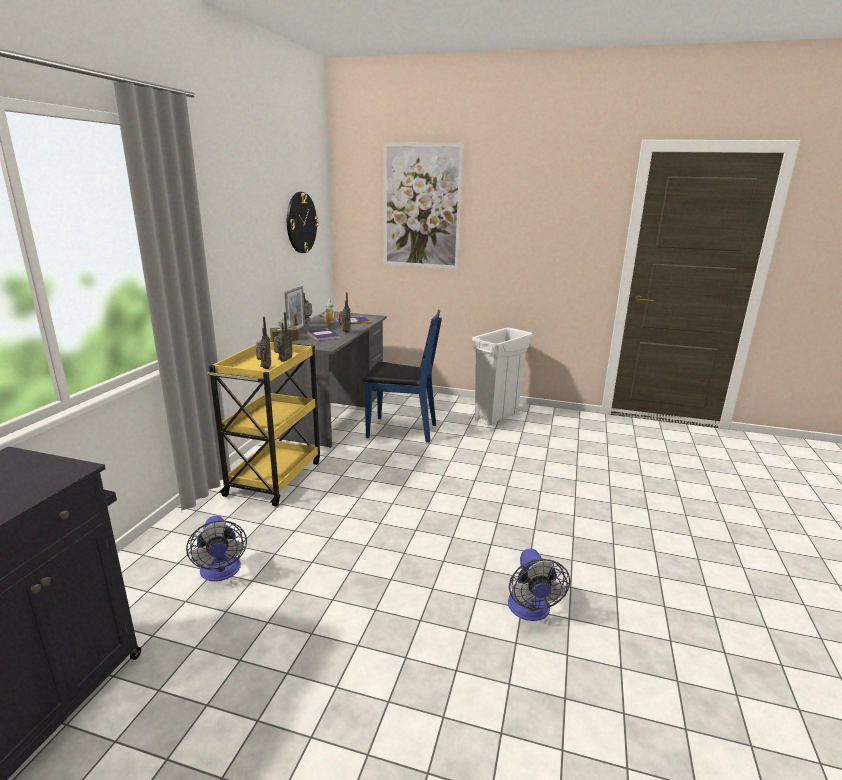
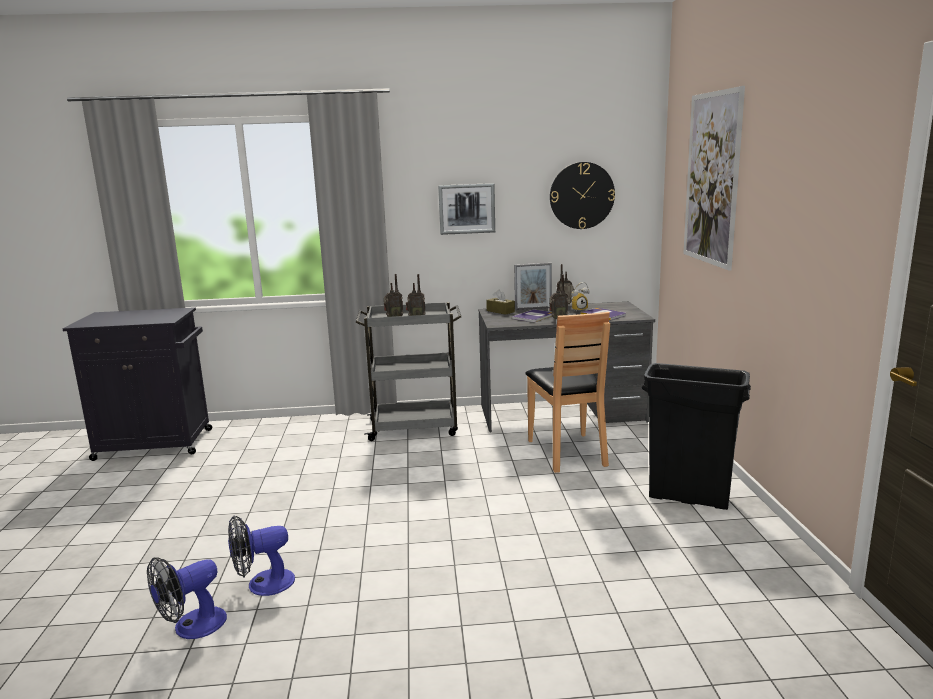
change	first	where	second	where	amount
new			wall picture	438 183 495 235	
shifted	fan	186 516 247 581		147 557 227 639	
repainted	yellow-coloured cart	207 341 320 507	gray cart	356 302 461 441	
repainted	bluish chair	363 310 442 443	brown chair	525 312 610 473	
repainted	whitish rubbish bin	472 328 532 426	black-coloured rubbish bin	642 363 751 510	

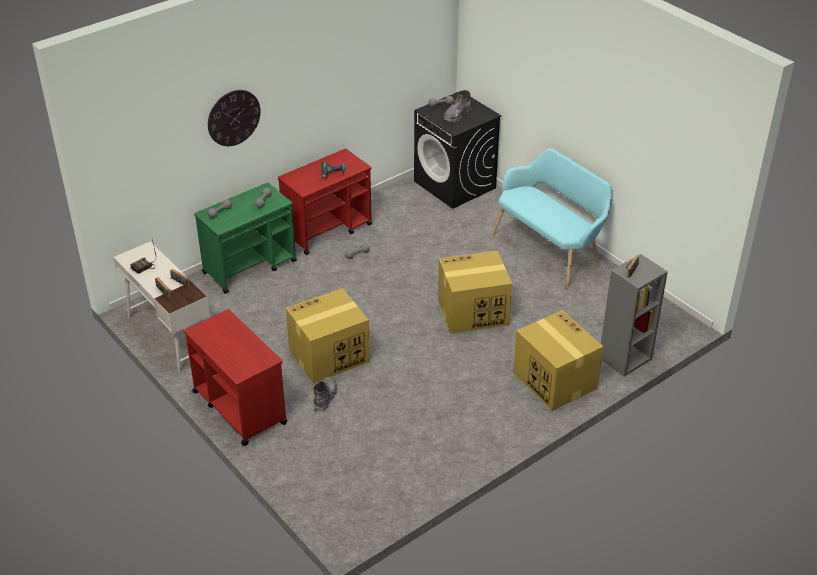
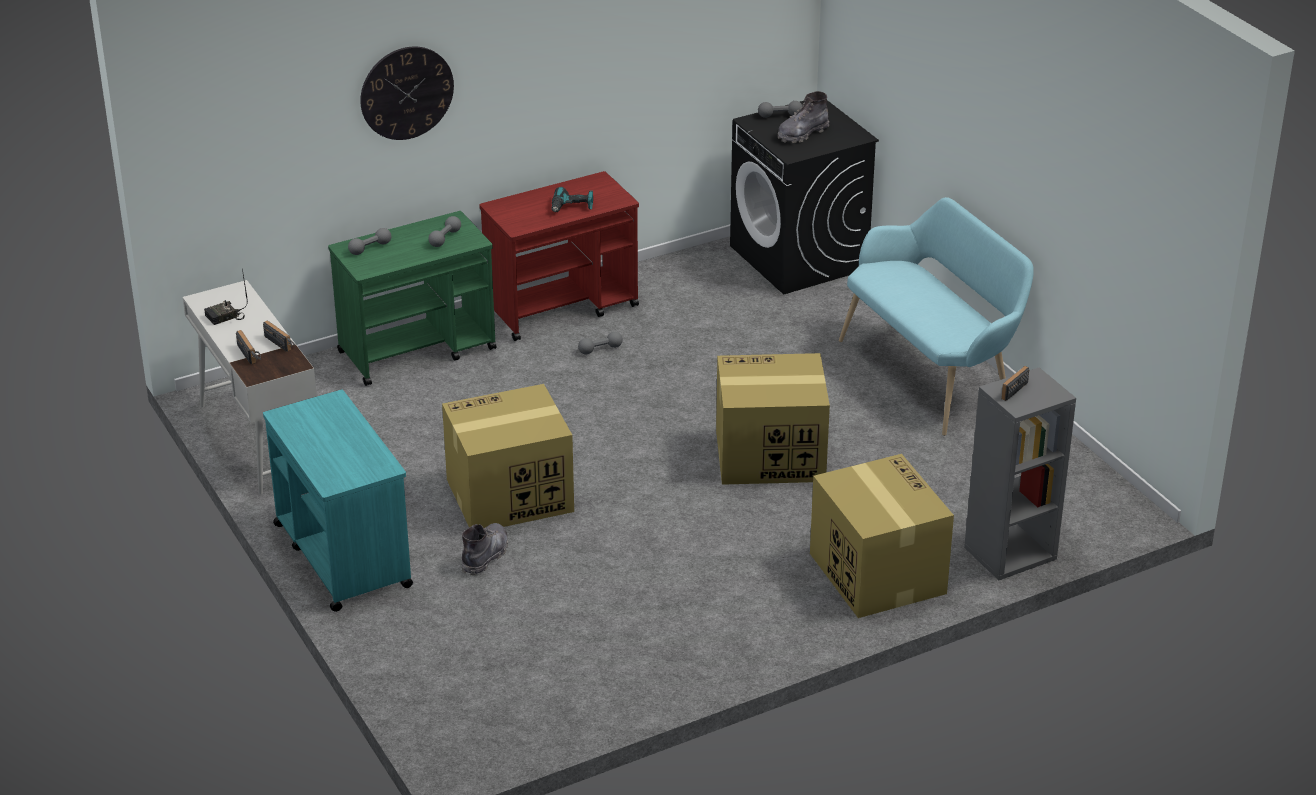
change	first	where	second	where	amount
repainted	red-coloured cart	184 309 287 446	turquoise cart	263 390 413 612	

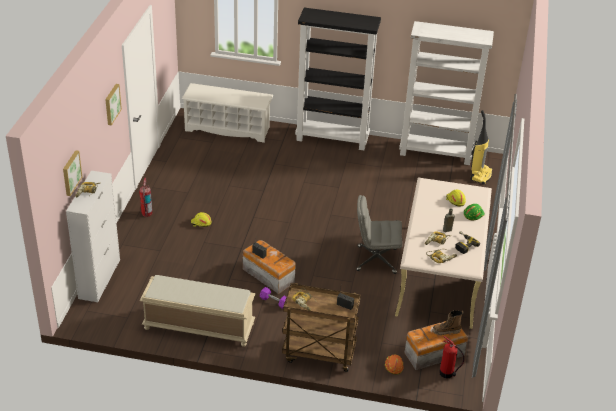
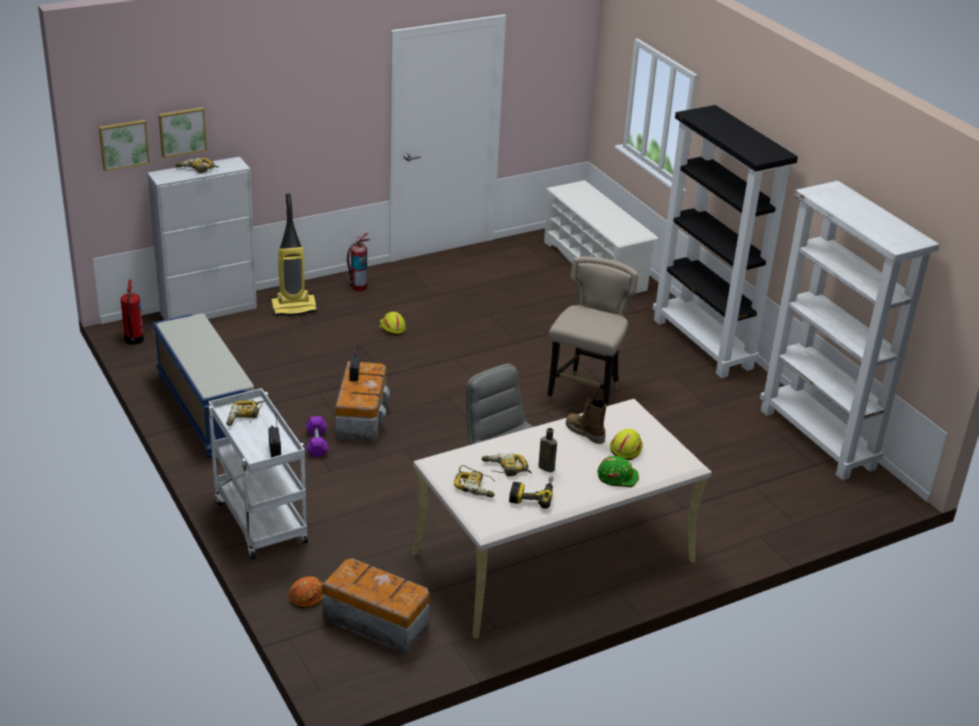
change	first	where	second	where	amount
new			beige sitting stool	547 256 638 406	
shifted	wall picture	105 84 122 126		99 120 150 171	
shifted	boot	433 310 463 335		566 399 607 444	
shifted	extinguisher	439 336 464 378		120 279 144 345	
shifted	hoover	470 110 493 185		271 193 318 316	
repainted	beige bench	140 275 256 347	bluish bench	152 313 255 458	
repainted	brown cart	282 283 361 372	whitish cart	208 388 308 559	

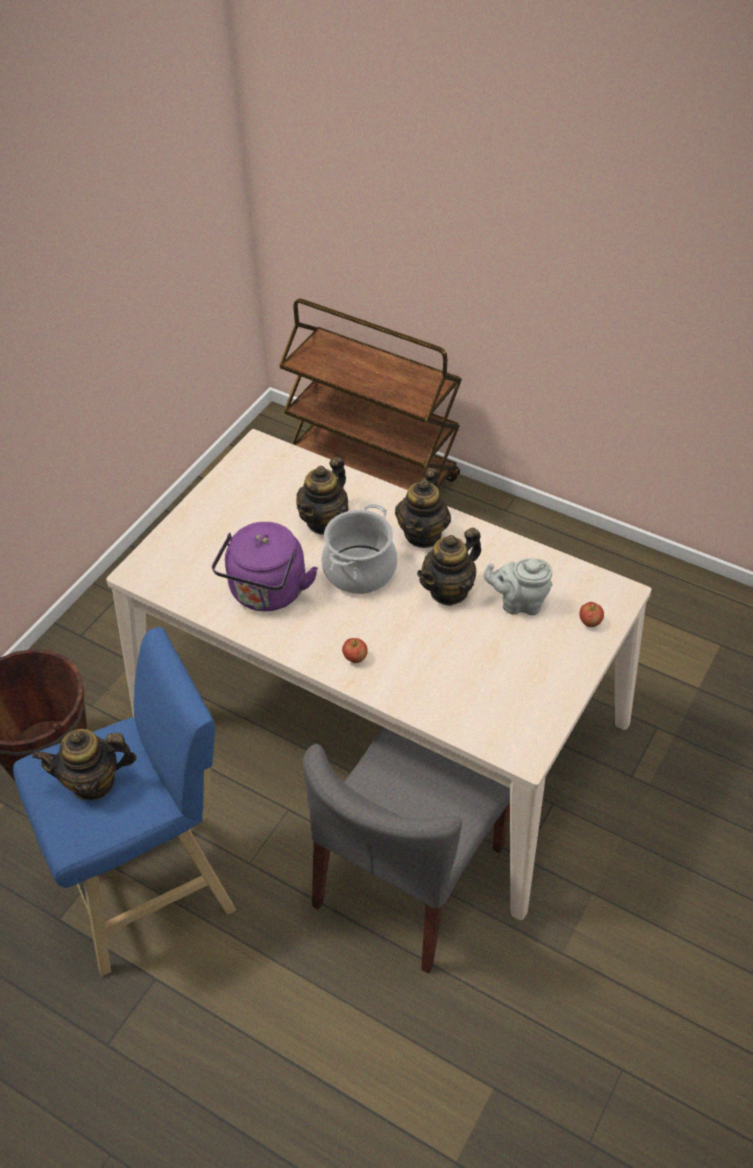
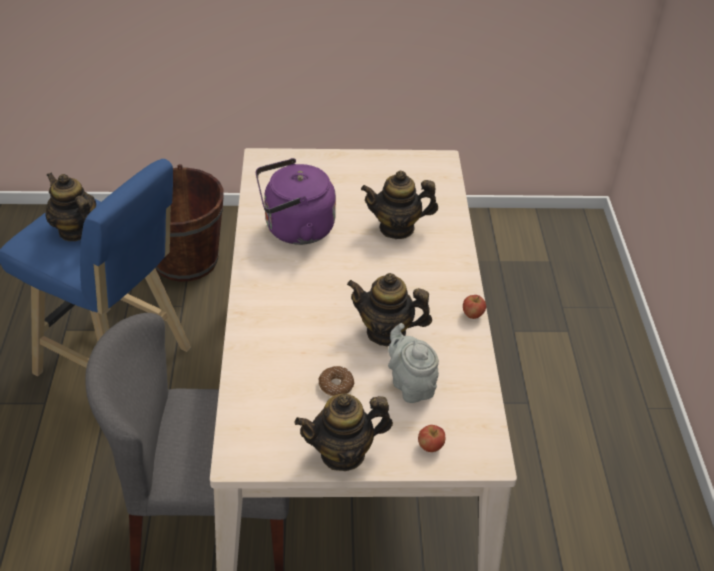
change	first	where	second	where	amount
gone	brown cart	279 298 462 490			
gone	cooking pot	321 504 398 594			
new			ring doughnut	319 366 354 396	
shifted	apple	342 638 368 663		463 295 486 319	
shifted	pot for tea	395 468 451 548		295 394 393 471	

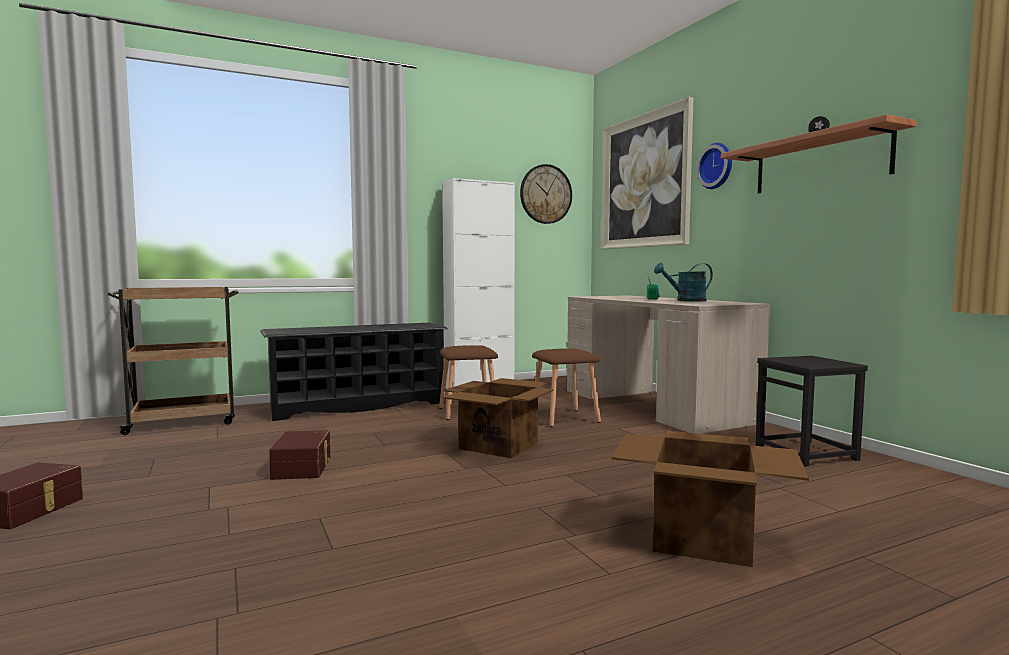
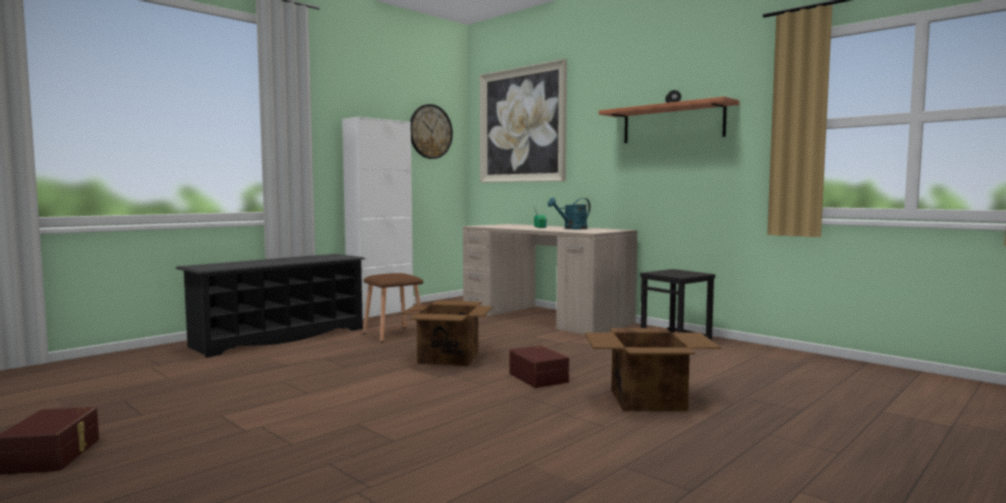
change	first	where	second	where	amount
gone	brown cart	107 287 239 435			
gone	brown sitting stool	532 348 601 427			
gone	hanging clock	696 143 732 189			
shifted	brown storage bin	269 430 330 480		509 345 569 388	

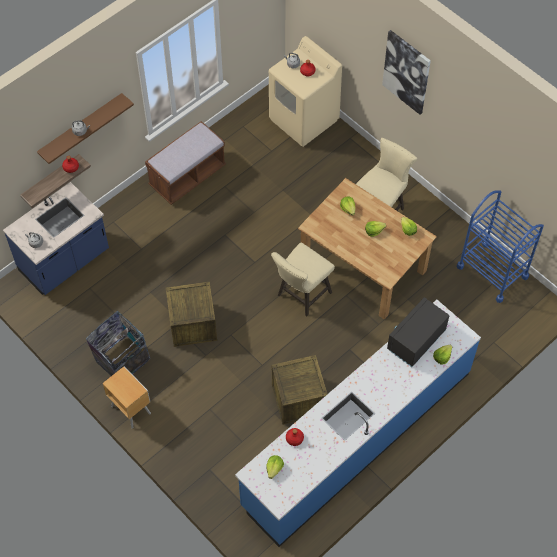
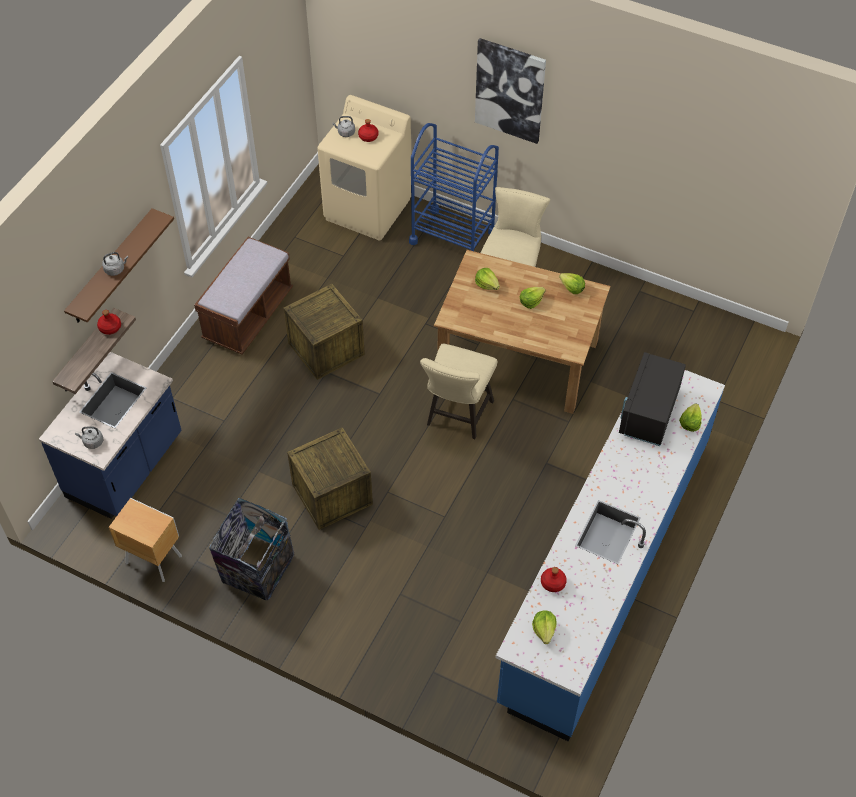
change	first	where	second	where	amount
shifted	brown night table	103 366 151 429		109 498 182 582	
shifted	crate	272 355 327 424		284 284 365 380	
shifted	bluish cart	456 190 544 303		409 123 499 251	

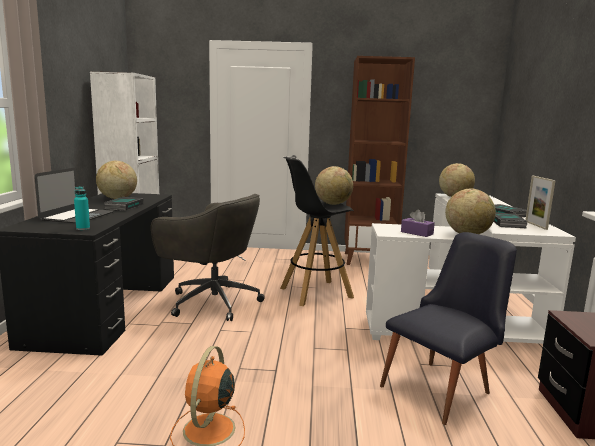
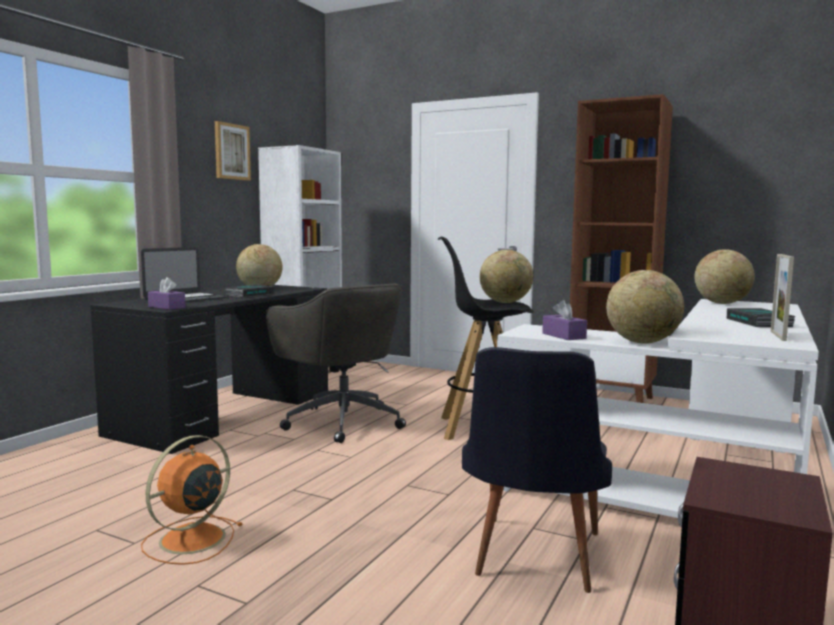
change	first	where	second	where	amount
gone	volume	494 212 528 228			
new			wall picture	215 121 251 181	
swapped	turquoise beverage bottle	74 186 90 230	purplish box of tissues	148 277 186 310	
rotated	black-coloured chair	380 232 517 425		462 347 612 593	120 degrees clockwise

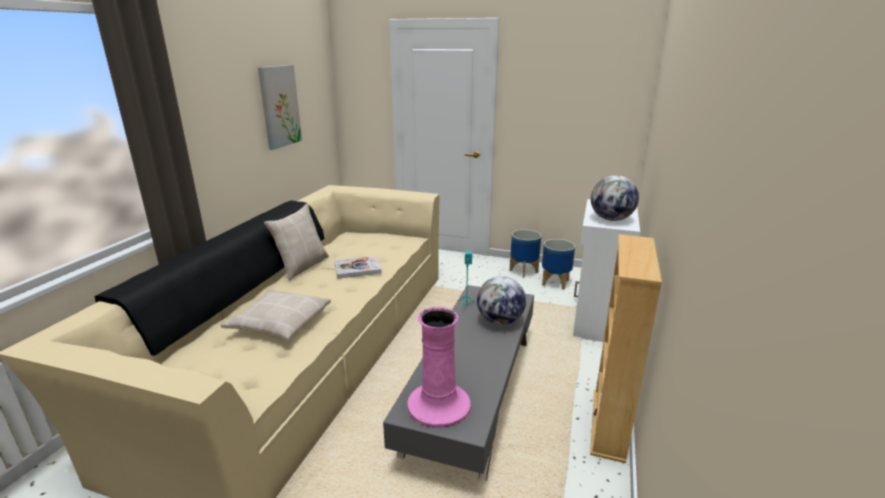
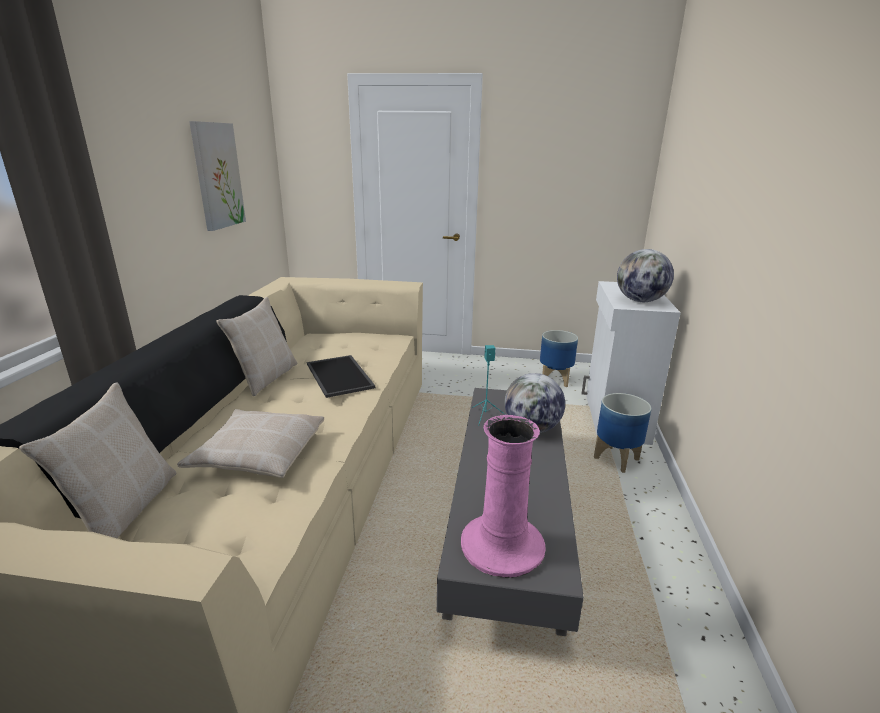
change	first	where	second	where	amount
gone	beige bookcase	590 234 662 463			
new			beige throw pillow	19 382 177 538	
shifted	plant pot	509 229 541 278		594 393 651 473	
swapped	volume	334 256 382 279	serving tray	307 355 375 398	

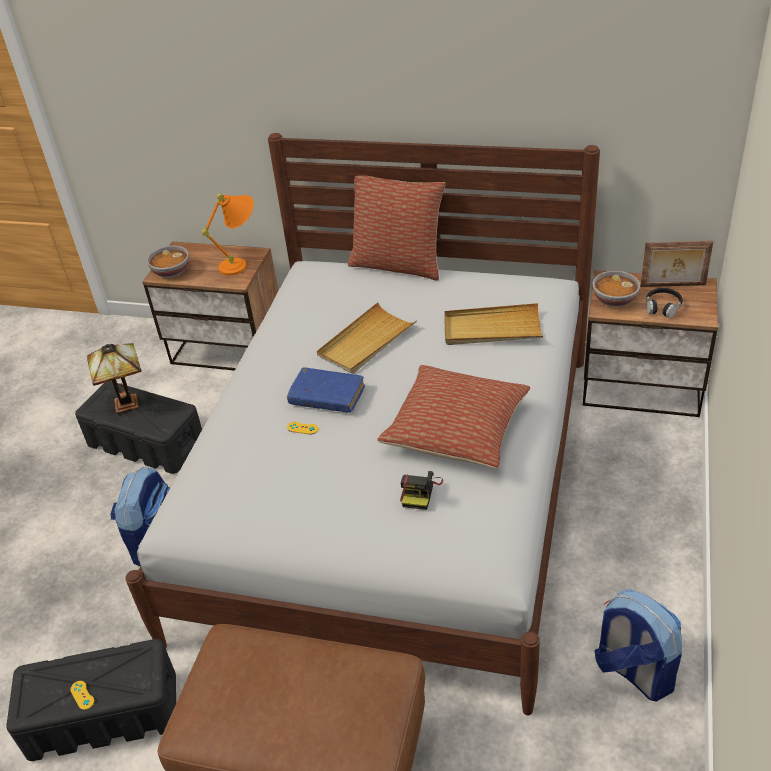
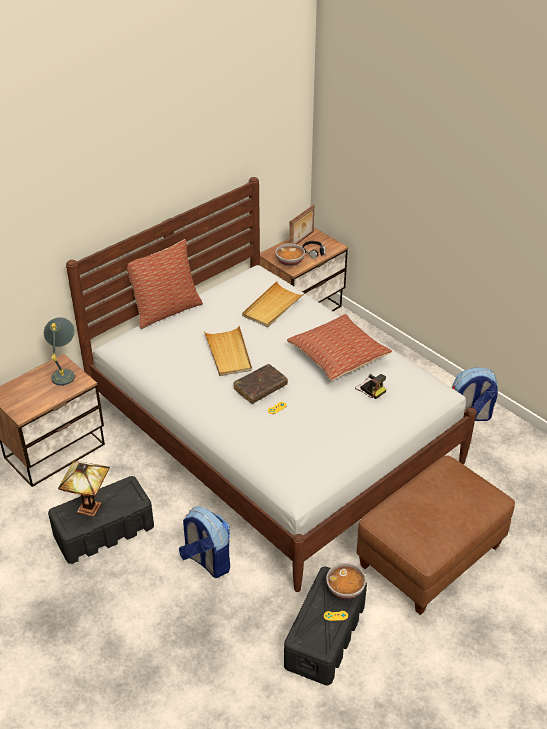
change	first	where	second	where	amount
shifted	bowl	147 246 189 278		326 563 366 599	
repainted	orange-coloured lamp for a table	202 193 254 276	gray lamp for a table	44 317 75 386	
repainted	bluish volume	287 367 365 413	brown volume	233 364 288 404	

